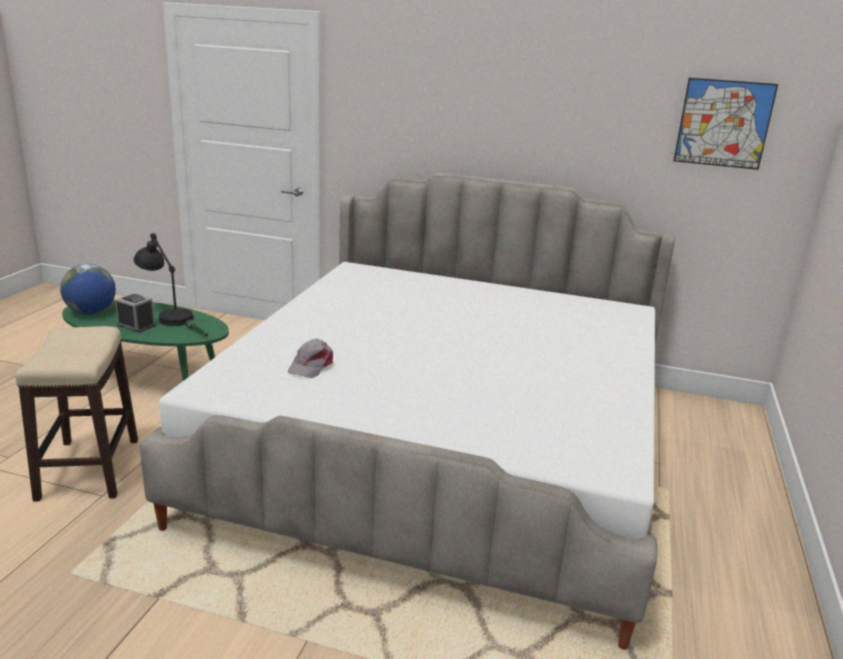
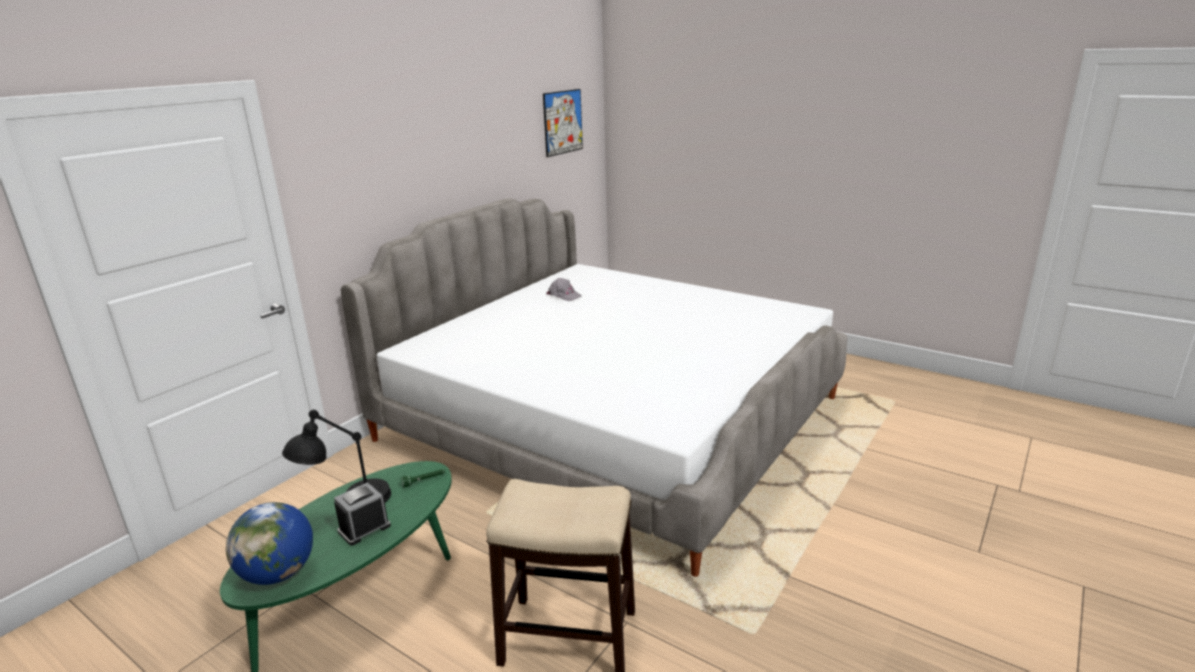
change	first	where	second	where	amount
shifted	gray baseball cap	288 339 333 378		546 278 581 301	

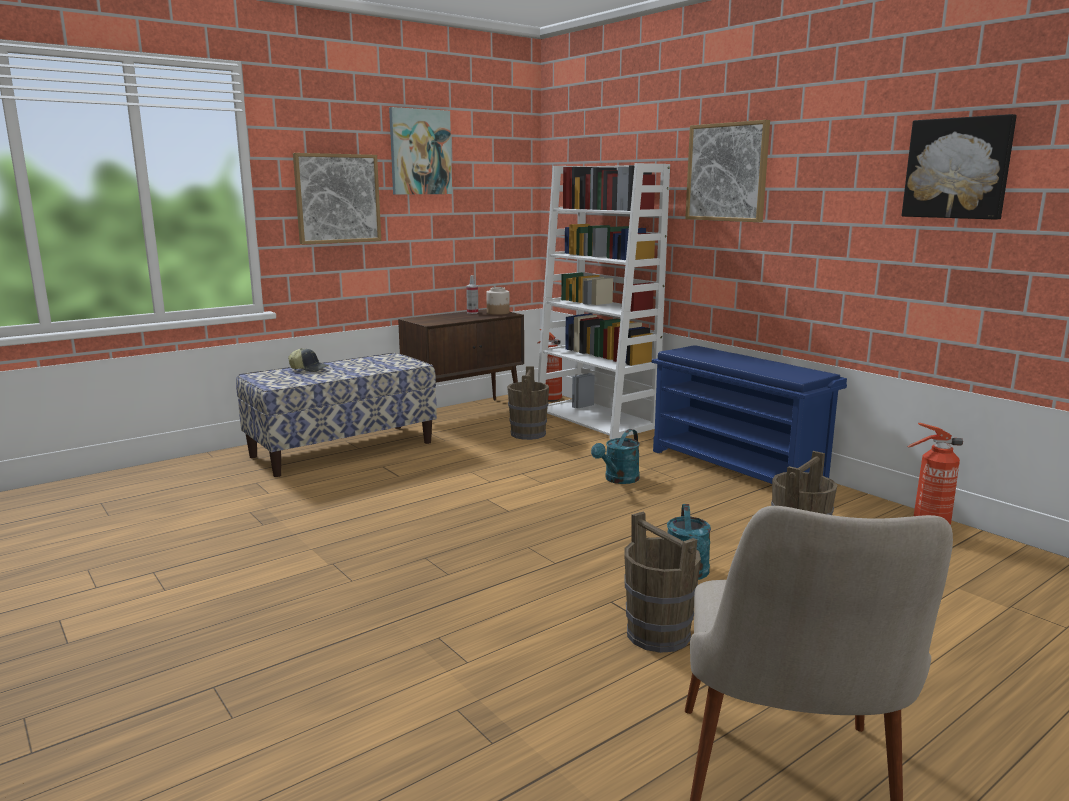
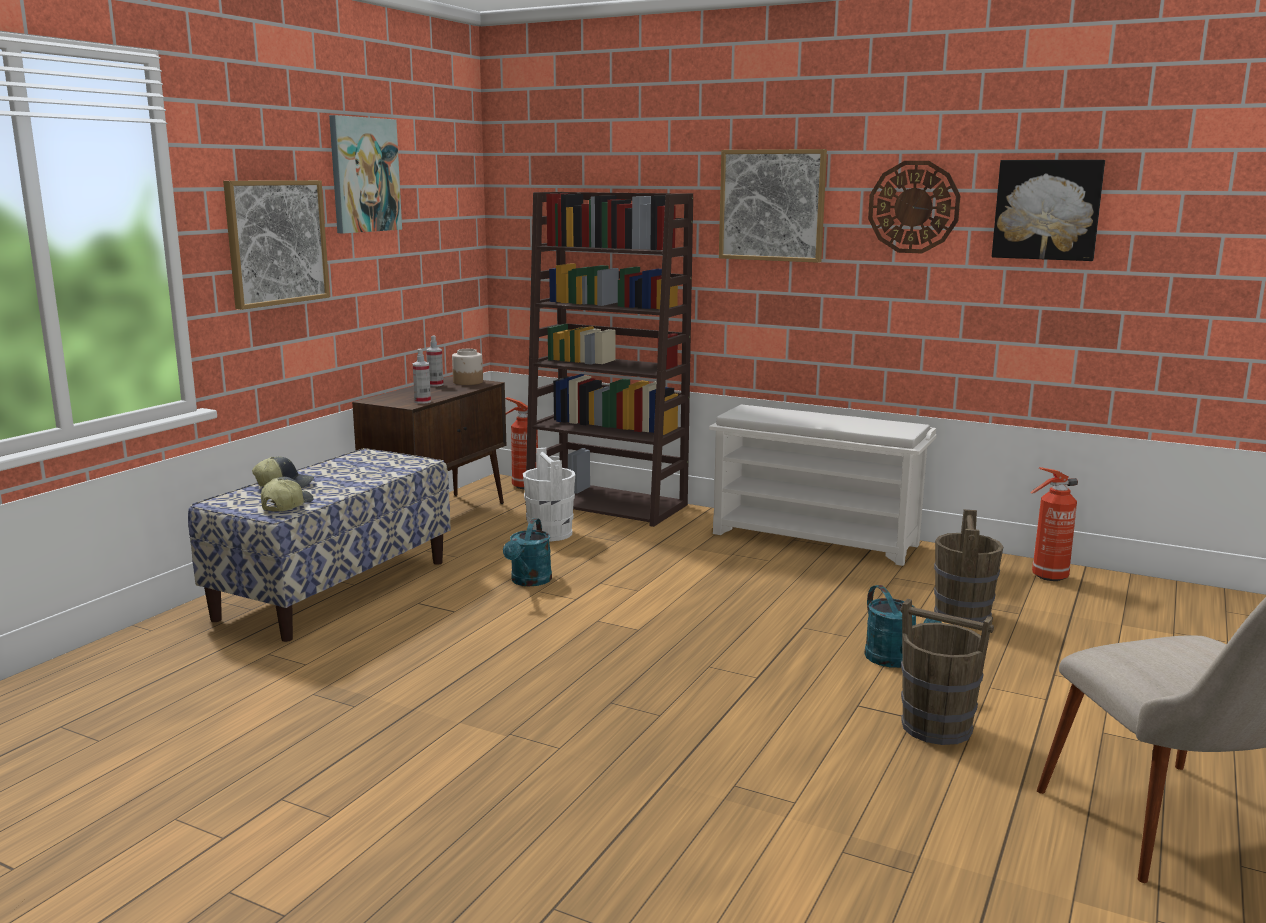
change	first	where	second	where	amount
new			baseball cap	261 477 314 512	
new			spray bottle	413 349 431 404	
new			hanging clock	868 161 961 253	
shifted	turquoise watering can	591 429 640 484		503 518 552 586	
repainted	brown bucket	507 366 549 440	whitish bucket	523 448 575 541	
repainted	whitish bookcase	538 163 670 439	brown bookcase	525 192 693 527	
repainted	bluish shoe rack	652 345 847 484	whitish shoe rack	709 405 936 566	

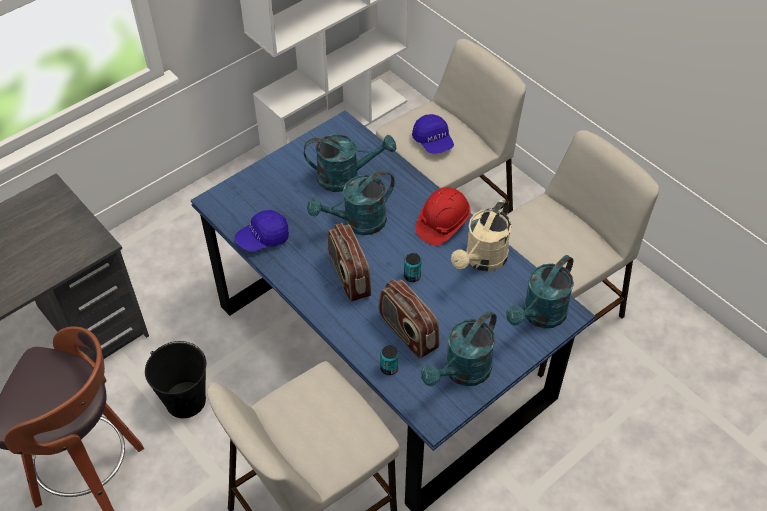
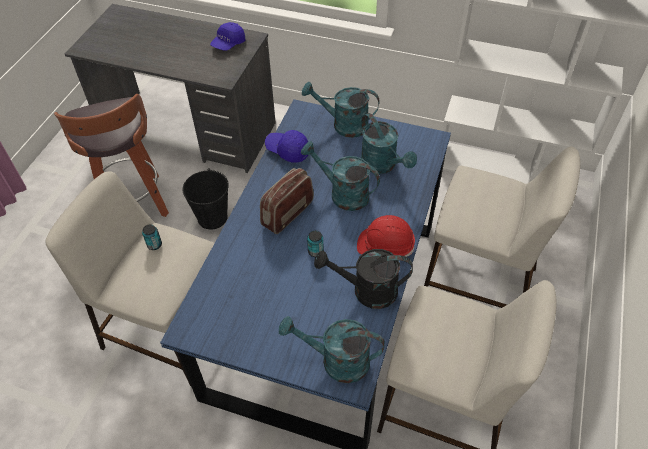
change	first	where	second	where	amount
gone	radio receiver	379 279 440 359			
shifted	can	380 345 399 375		142 224 162 250	
shifted	bluish baseball cap	412 114 454 154		210 22 245 51	
shifted	turquoise watering can	421 311 497 387		302 82 379 138	
repainted	beige watering can	451 199 512 272	black-coloured watering can	314 249 413 309	

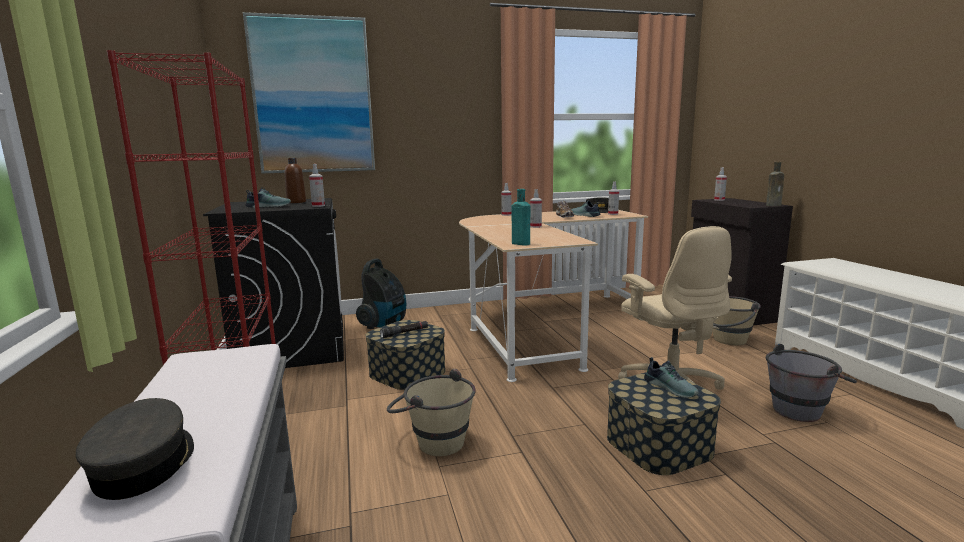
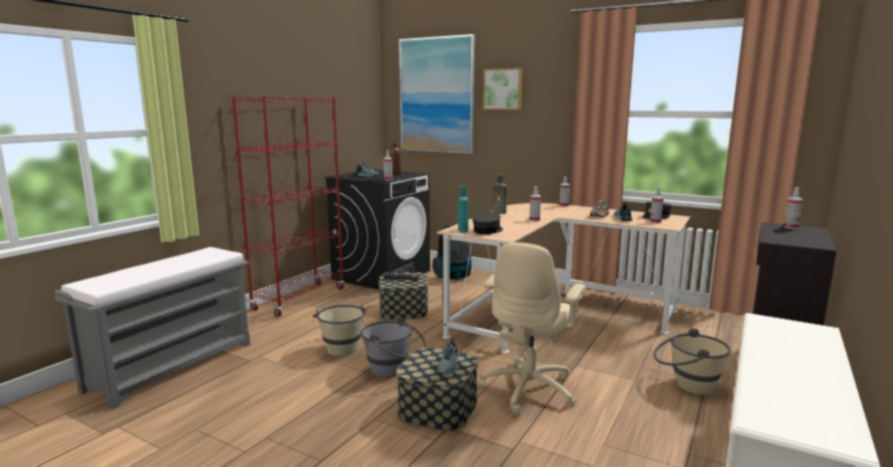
change	first	where	second	where	amount
new			wall picture	483 68 522 110	
shifted	gray baseball cap	76 398 194 500		472 212 503 234	
shifted	brown beverage bottle	766 162 784 206		493 174 507 214	
shifted	gray bucket	766 344 857 422		360 317 426 378	

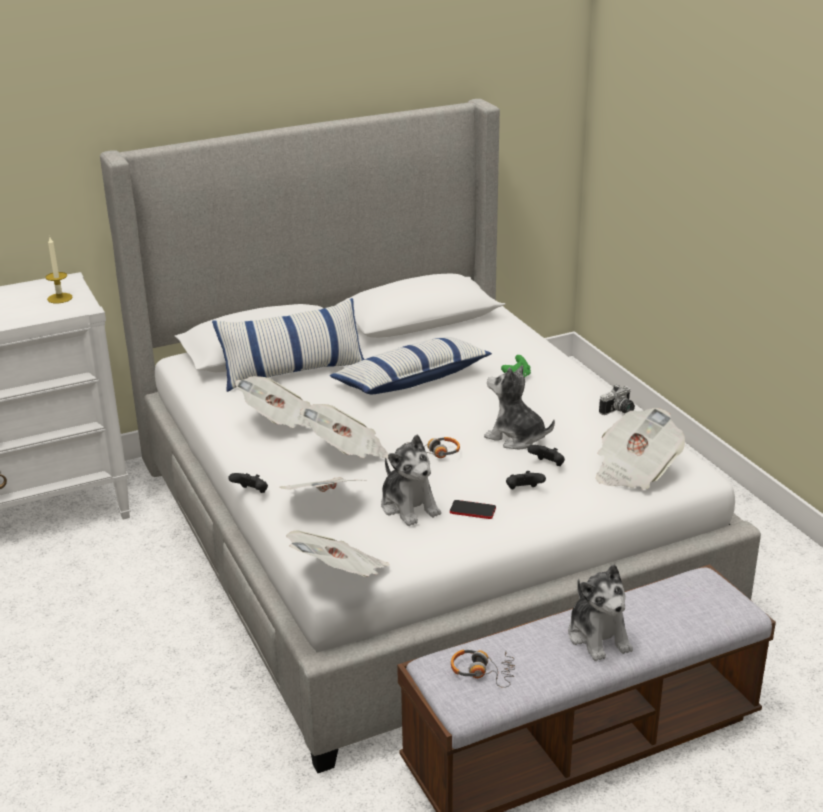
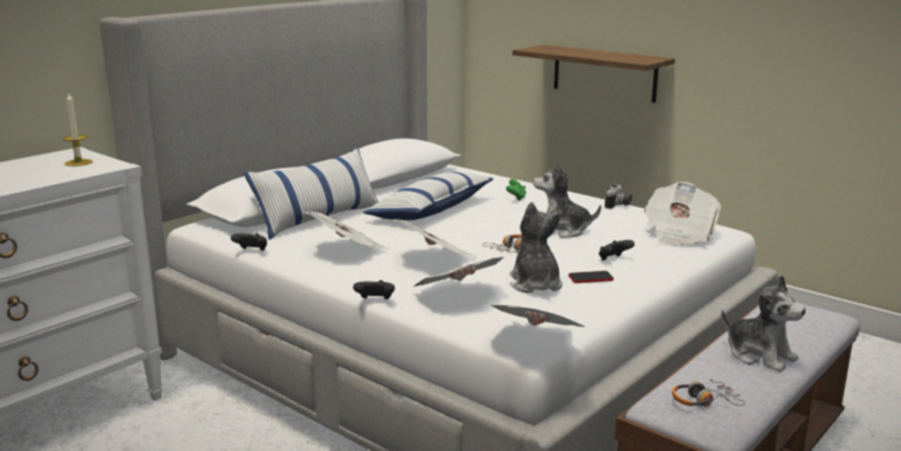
change	first	where	second	where	amount
new			shelf	512 45 675 103	
shifted	black-coloured game controller	527 445 565 466		231 233 267 251	
rotated	cuddly toy	381 435 441 526		510 202 562 293	135 degrees counterclockwise

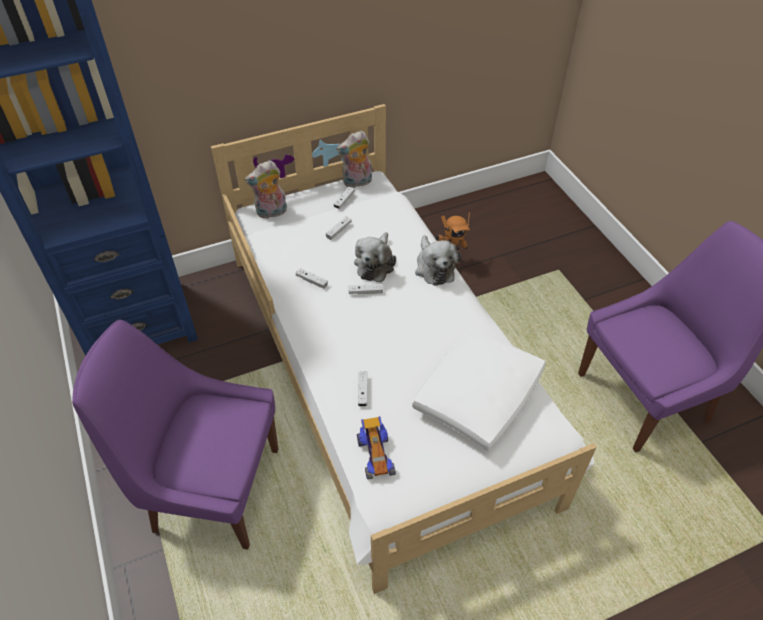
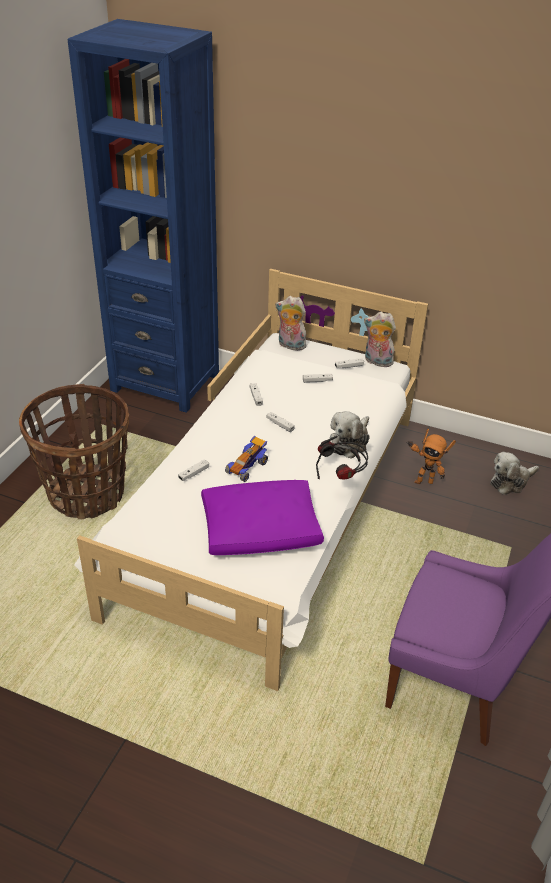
change	first	where	second	where	amount
new			headset	316 436 368 479	
shifted	cuddly toy	354 232 396 283		490 452 539 495	
shifted	model car	357 416 396 480		225 436 268 482	
swapped	purplish chair	72 320 278 550	basket	19 384 129 519	
repainted	whitish throw pillow	412 325 546 451	purplish throw pillow	201 480 324 555	

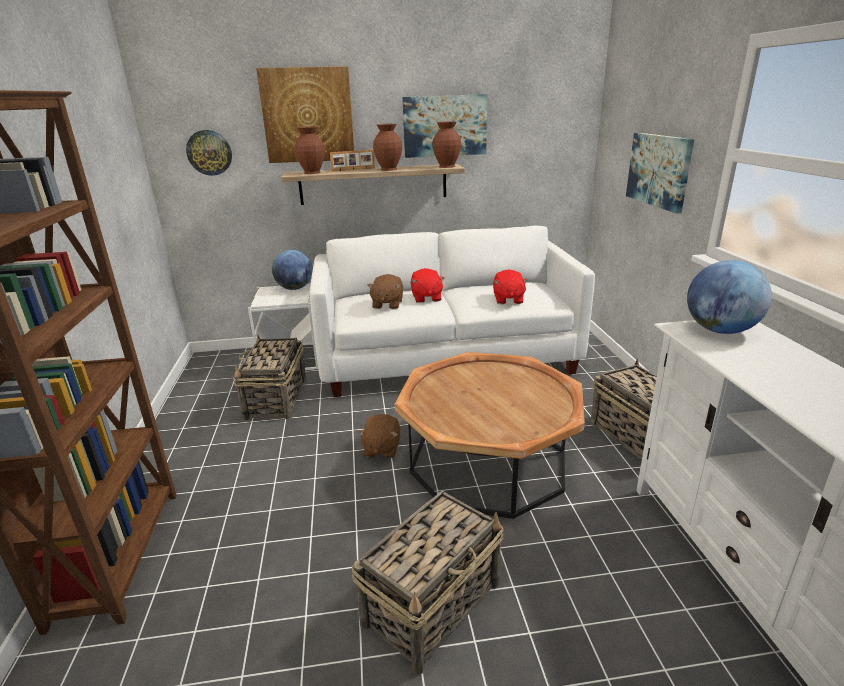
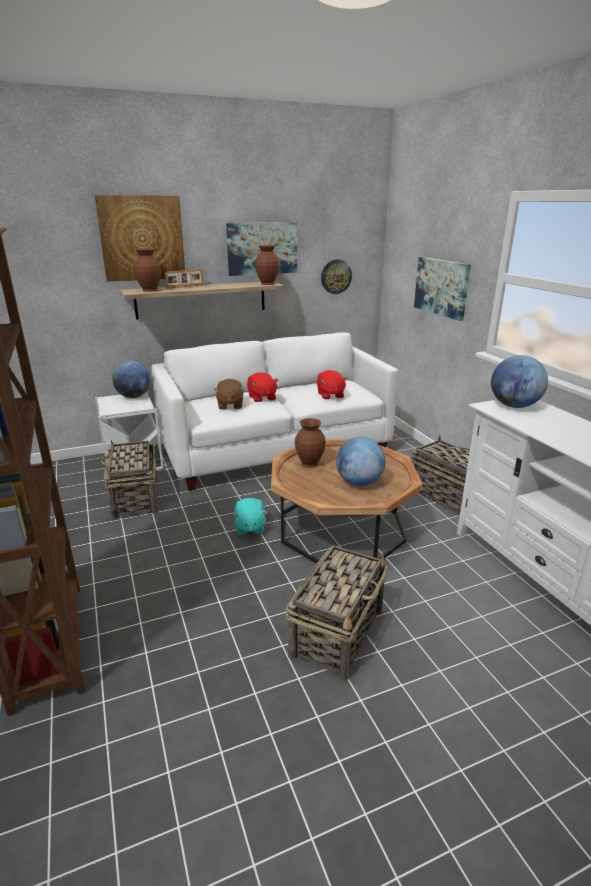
change	first	where	second	where	amount
new			globe	336 437 385 486	
shifted	hanging clock	186 130 232 176		321 259 352 294	
shifted	brown flower vase	373 124 402 171		295 418 326 468	
repainted	brown cuddly toy	358 414 400 459	turquoise cuddly toy	233 498 267 536	

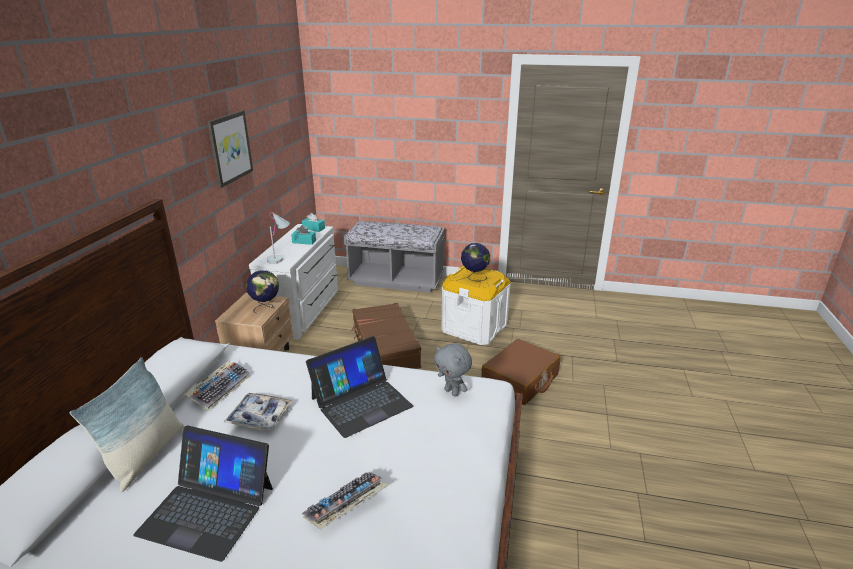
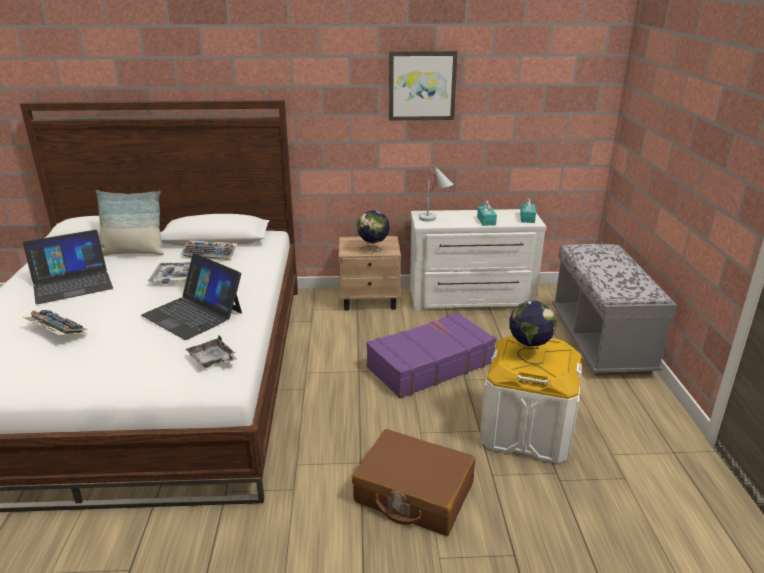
change	first	where	second	where	amount
swapped	gray cuddly toy	434 343 472 397	gray serving tray	186 336 237 368	
repainted	brown piece of luggage	351 303 421 369	purplish piece of luggage	366 312 497 398	
rotated	notebook computer	133 426 273 562		23 230 113 304	120 degrees counterclockwise

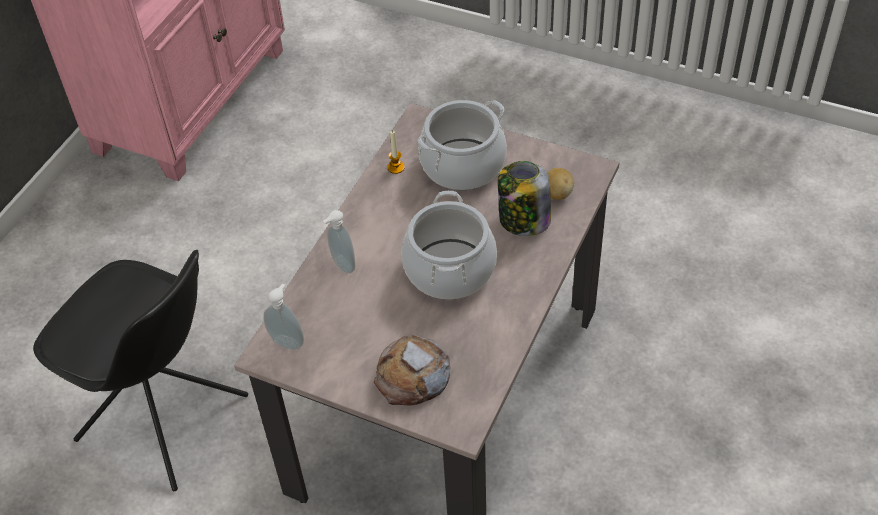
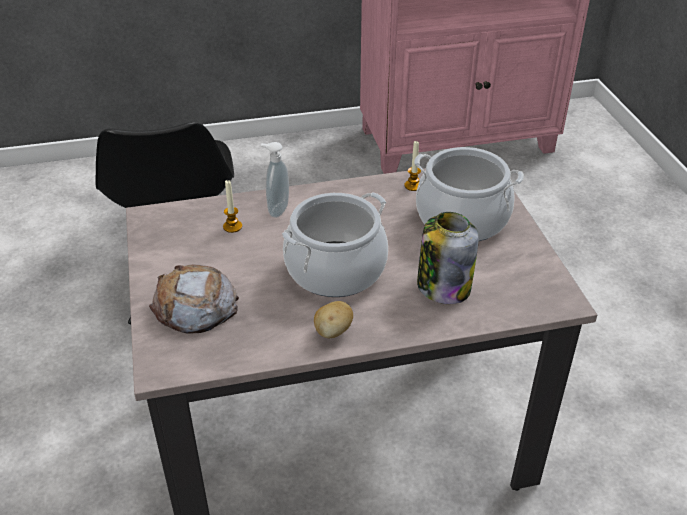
change	first	where	second	where	amount
gone	soap dispenser	263 284 304 350			
new			wax candle	223 180 242 233	
shifted	potato	548 168 574 200		314 301 353 338	

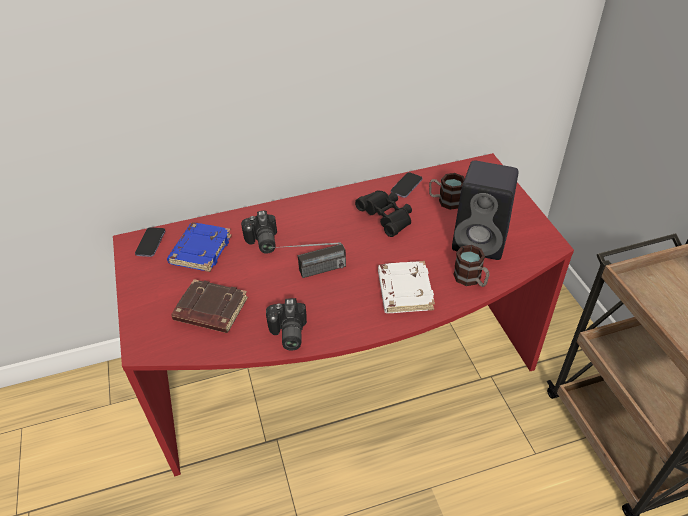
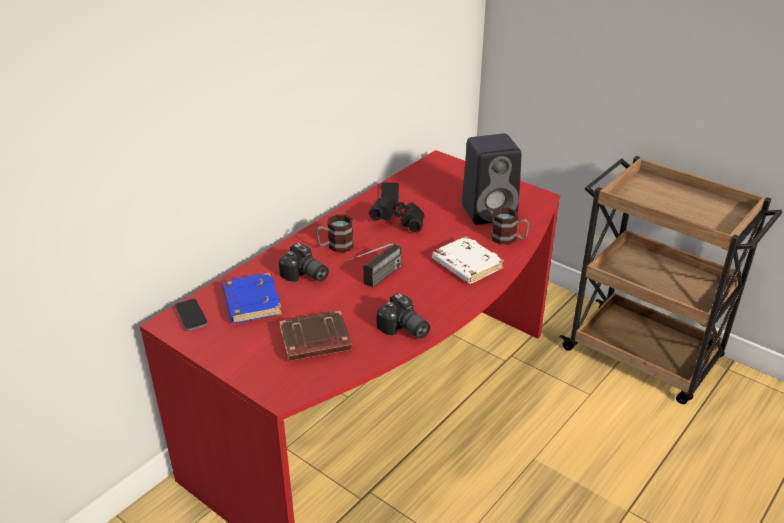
change	first	where	second	where	amount
shifted	mug	429 173 465 210		316 214 353 252	

